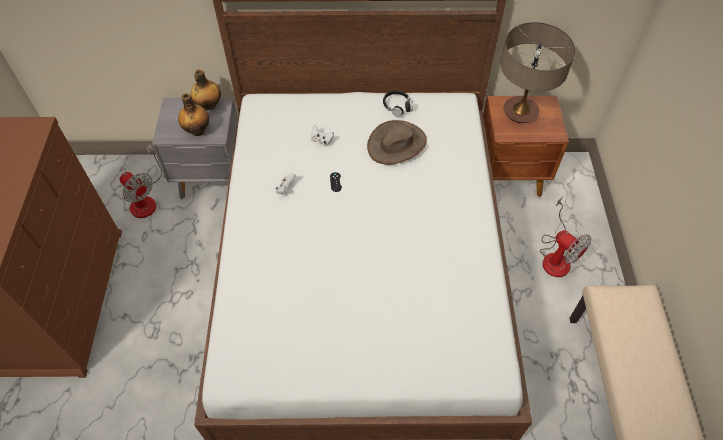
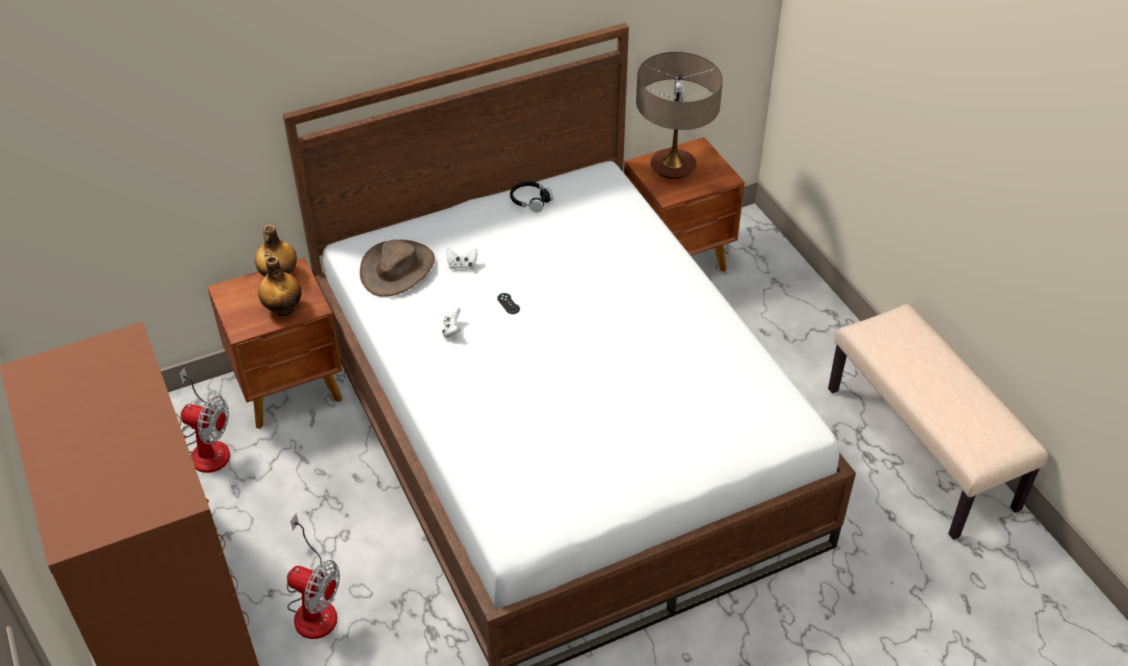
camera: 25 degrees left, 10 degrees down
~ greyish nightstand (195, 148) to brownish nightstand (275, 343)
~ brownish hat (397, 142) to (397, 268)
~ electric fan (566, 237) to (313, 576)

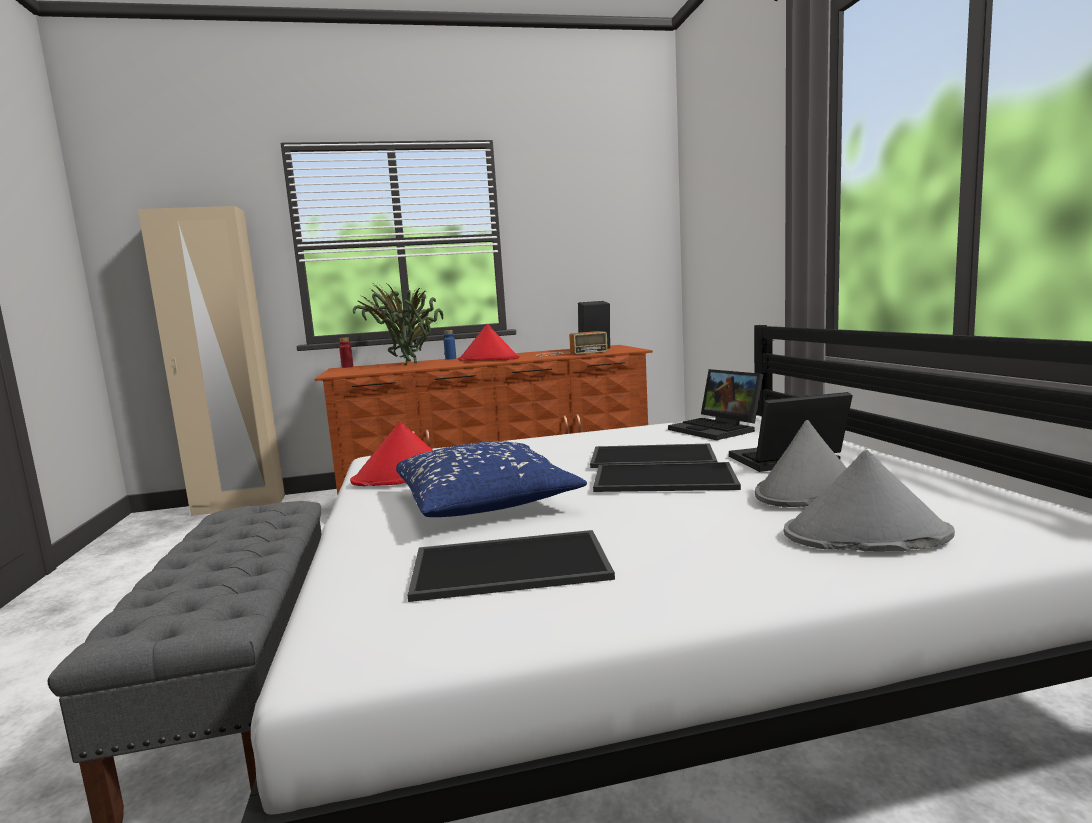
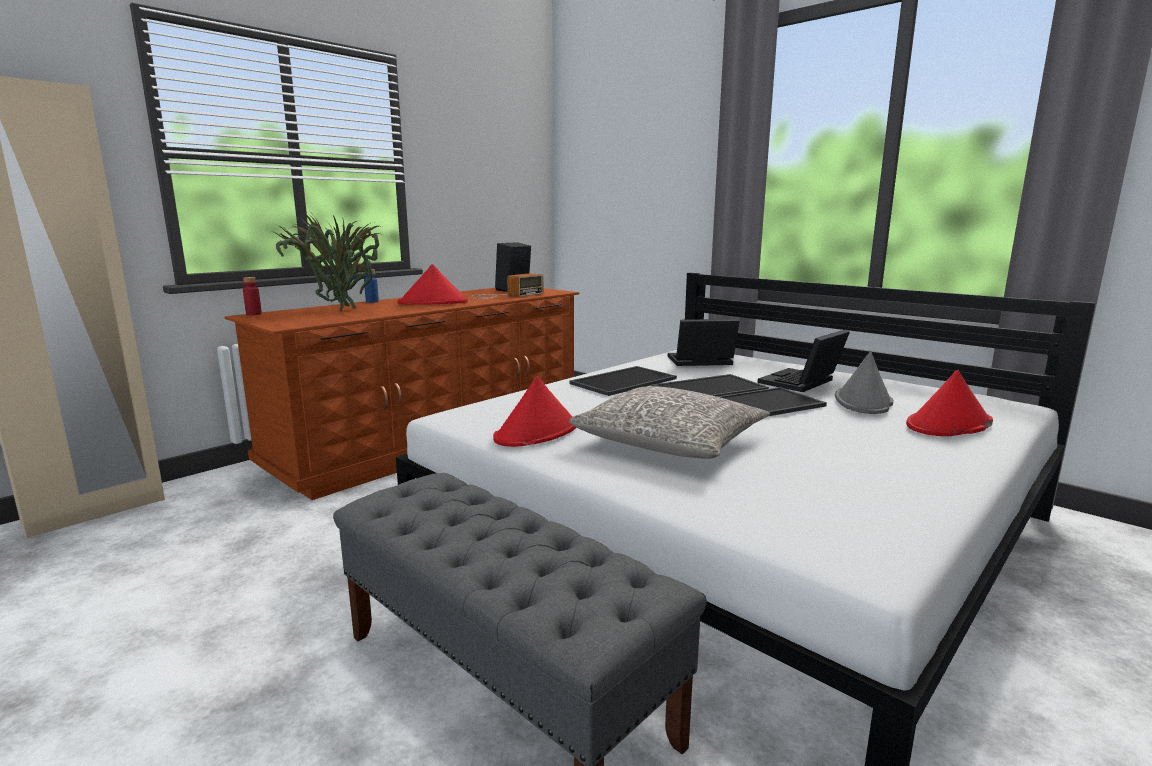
camera: 35 degrees left, 5 degrees up
~ blue cushion (491, 479) to greyish cushion (669, 422)
~ serving tray (511, 566) to (623, 381)
~ portable computer (716, 404) = (704, 342) 150 degrees clockwise
~ greyish hat (869, 501) to red hat (949, 403)

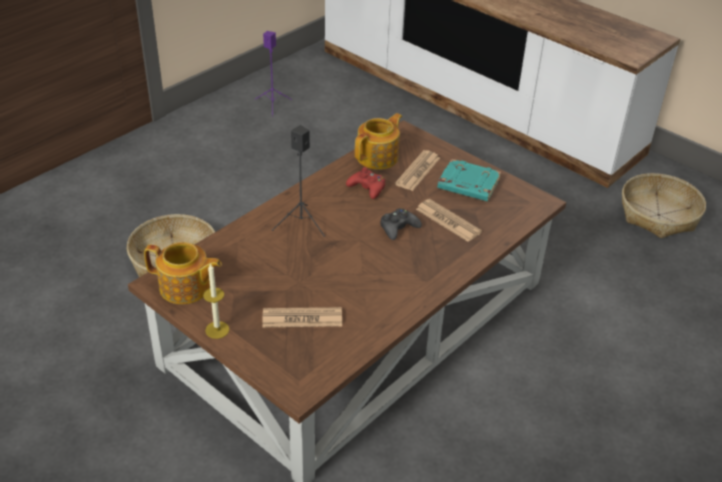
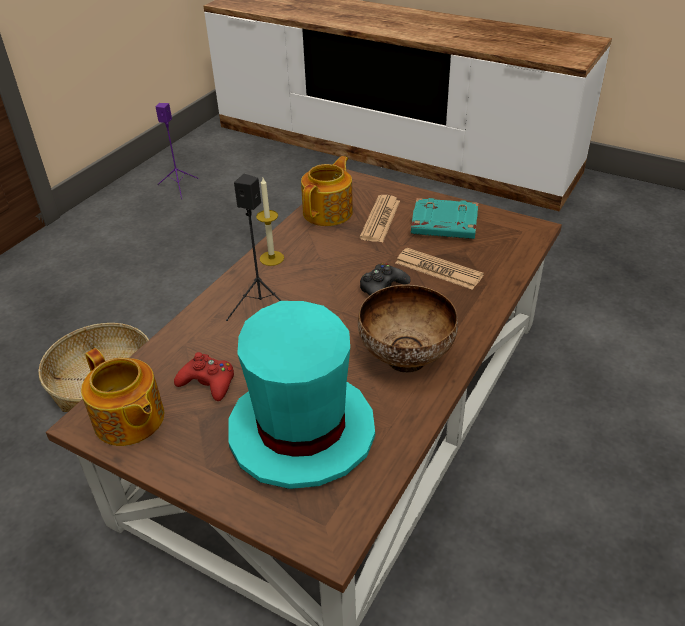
camera: 10 degrees left, 0 degrees up
~ pot for tea (183, 273) = (122, 397) 45 degrees clockwise
~ wax light (216, 301) to (270, 222)
~ daily paper (302, 317) to blue-green hat (302, 395)
~ red game controller (365, 183) to (204, 376)
- basket (664, 205)
+ deep dish (408, 329)

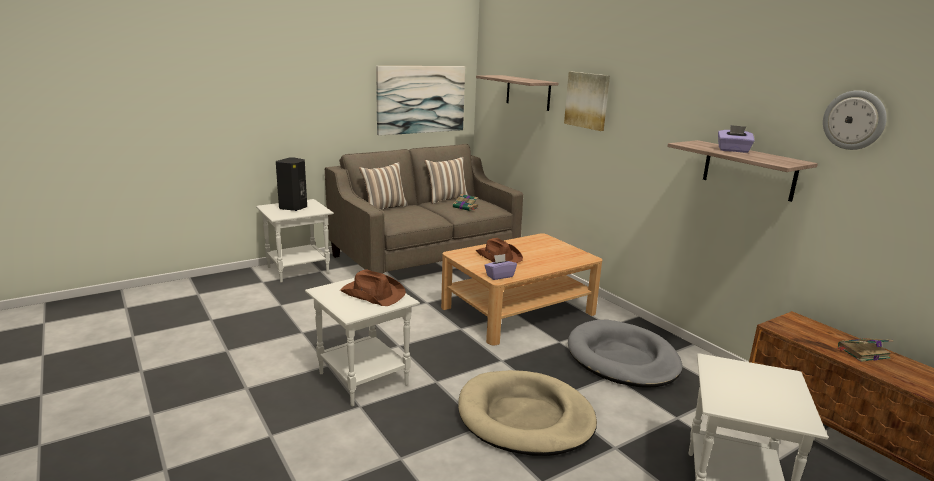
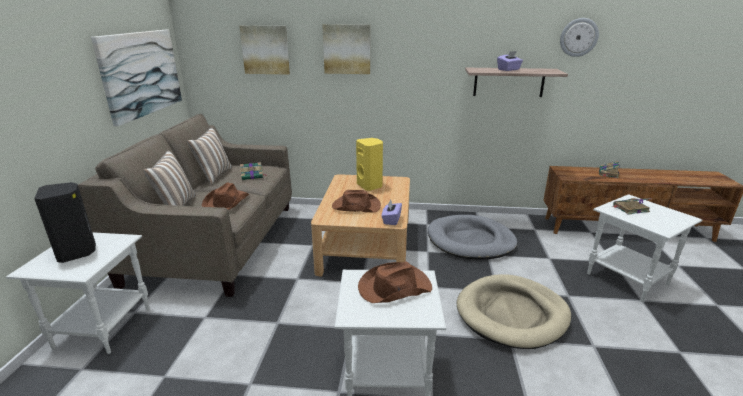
camera: 50 degrees left, 5 degrees up
~ wall shelf (517, 93) to wall art (264, 50)
+ brownish hat (225, 196)
+ yellowish audio speaker (369, 164)
+ bound book (632, 206)

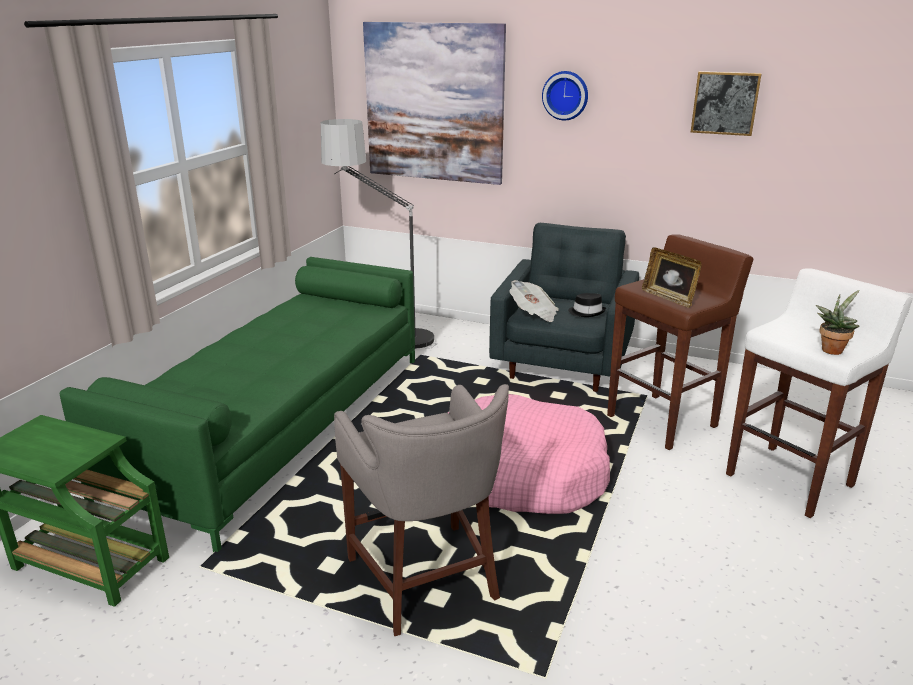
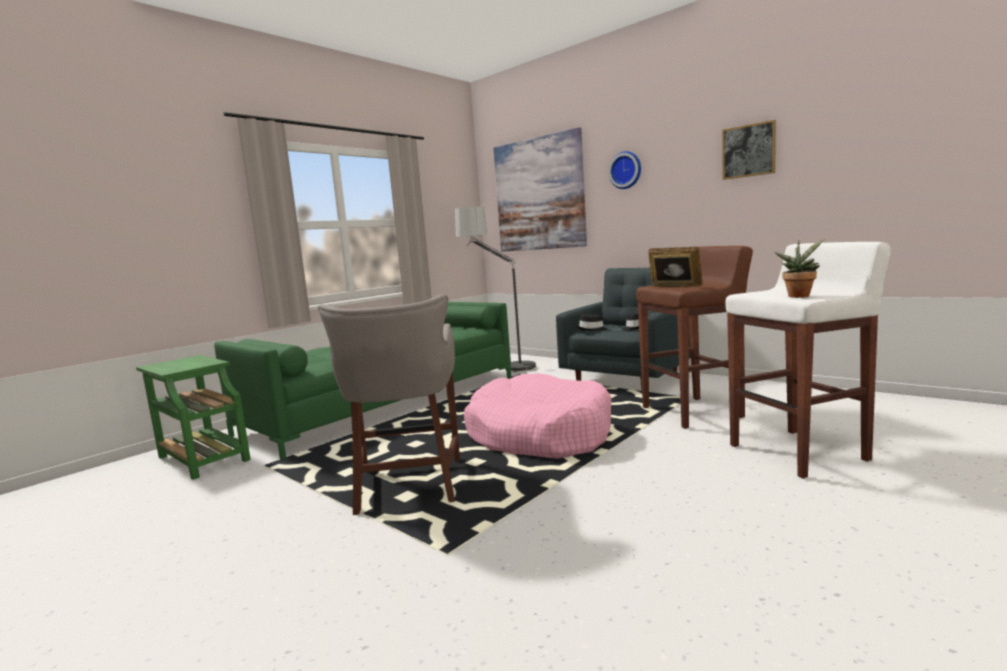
camera: 20 degrees right, 15 degrees down
~ daily paper (534, 301) to blackish hat (592, 322)
~ photo frame (672, 277) = (675, 266) 150 degrees clockwise

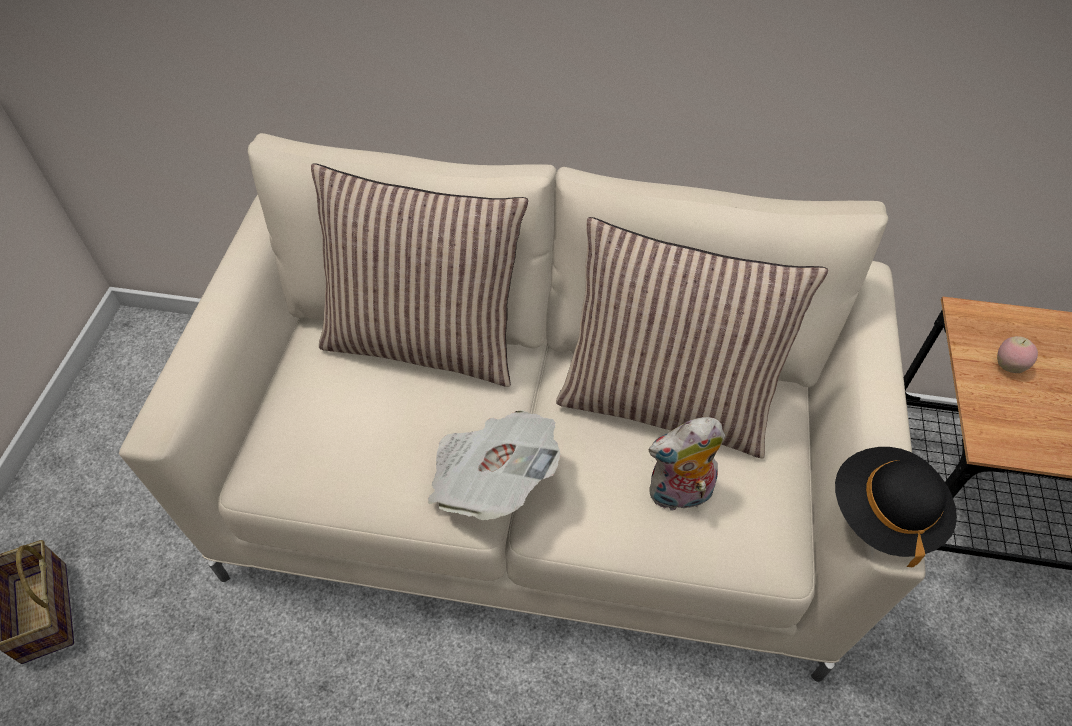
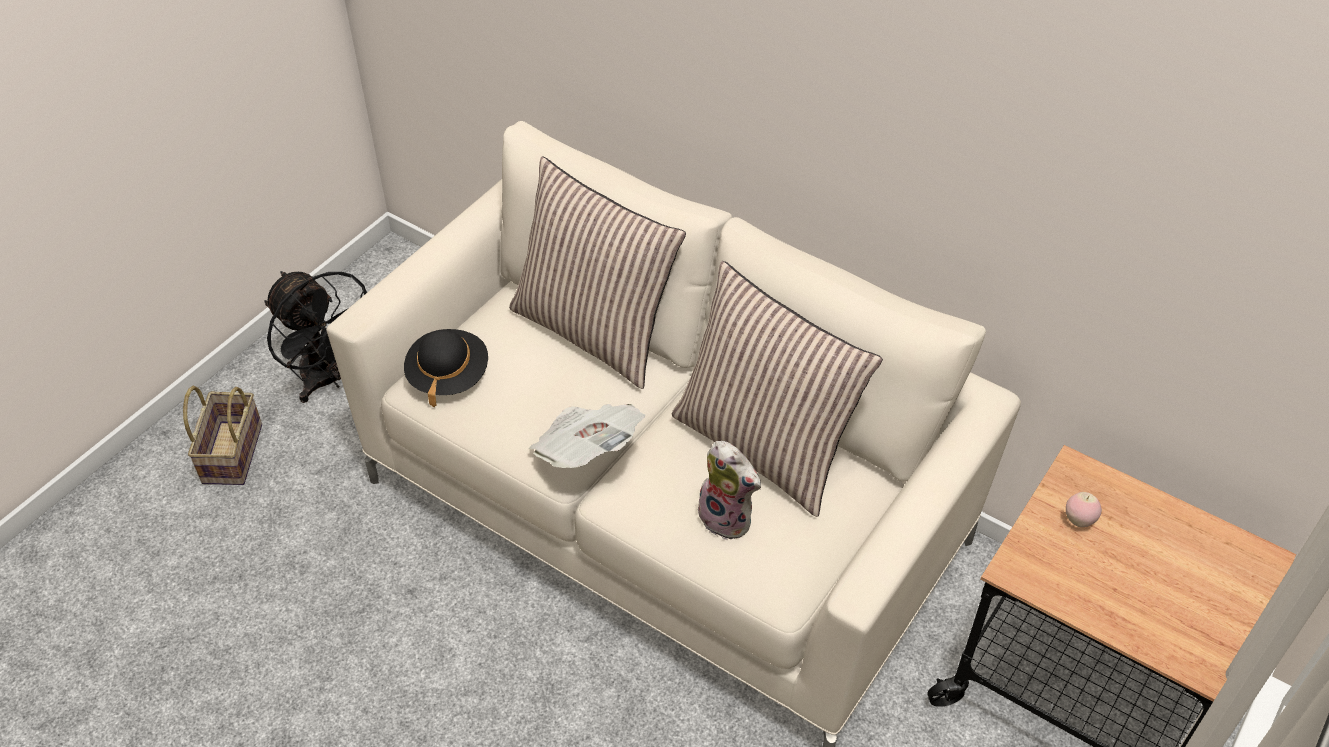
camera: 25 degrees right, 5 degrees down
~ soft toy (687, 464) = (729, 490) 150 degrees counterclockwise
~ blackish hat (896, 507) to (446, 368)
+ blackish electric fan (316, 337)

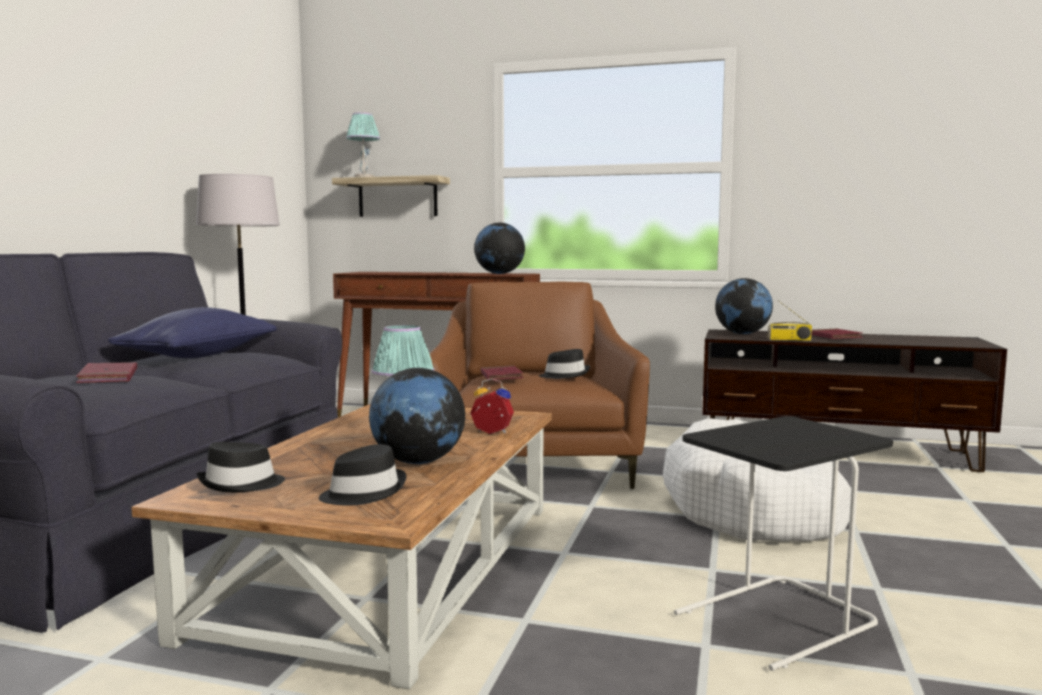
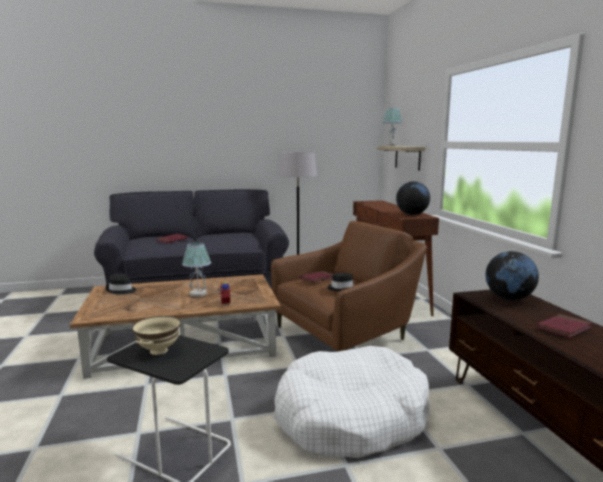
camera: 60 degrees right, 5 degrees up
- blue cushion (192, 332)
- blackish hat (362, 475)
- desk globe (417, 416)
- radio set (790, 320)
+ sand-coloured deep dish (156, 335)

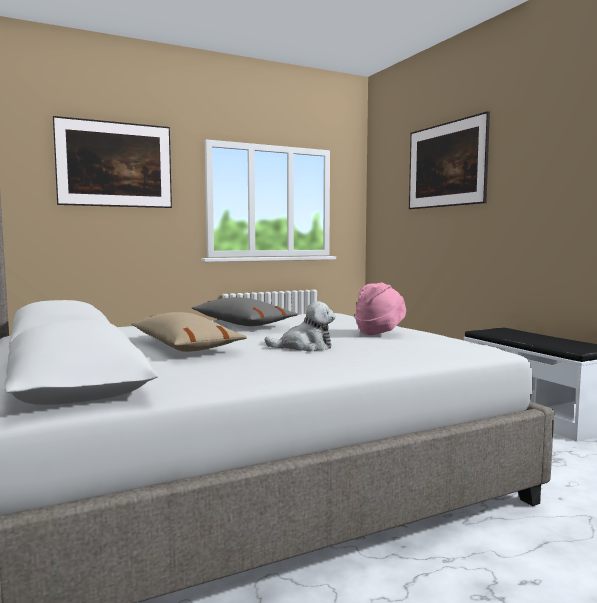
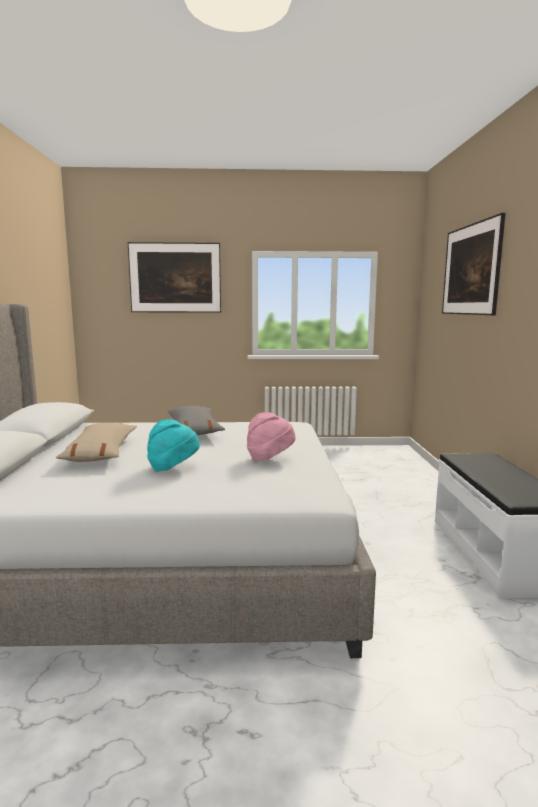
camera: 25 degrees right, 5 degrees up
~ soft toy (300, 326) to blue-green hat (173, 445)

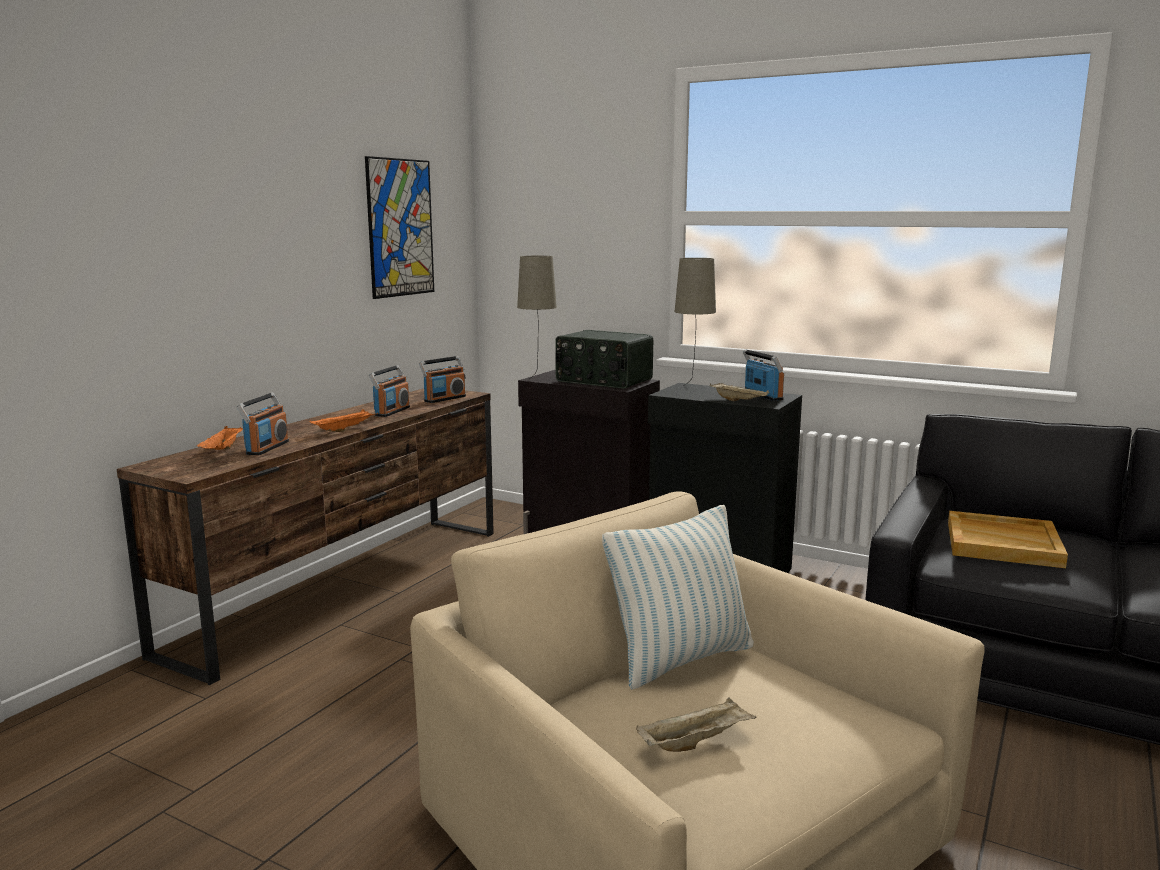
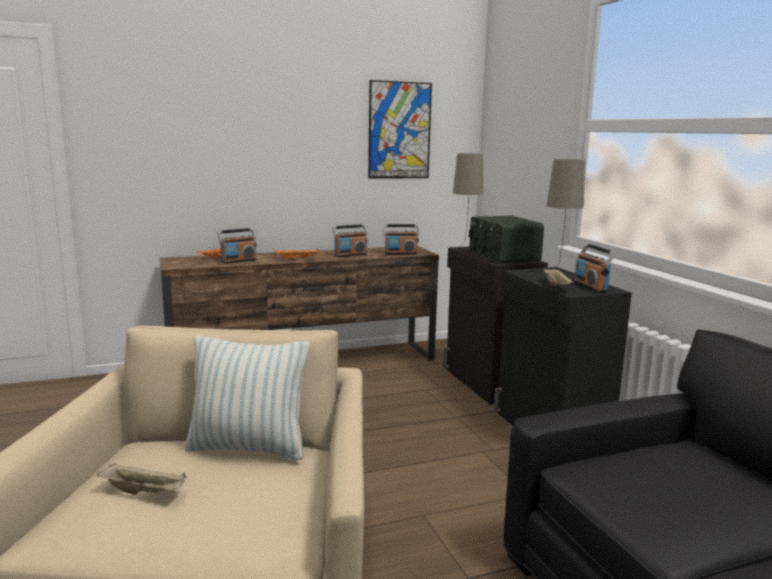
camera: 40 degrees right, 0 degrees up
~ radio set (763, 375) = (595, 267) 150 degrees clockwise
- sand-coloured serving tray (1008, 539)

